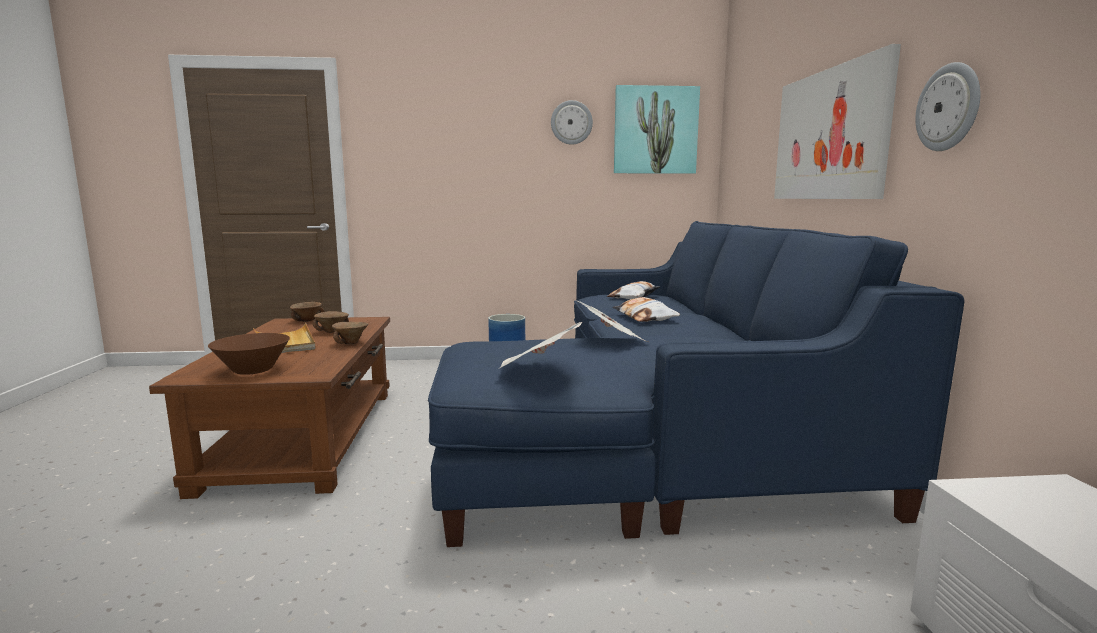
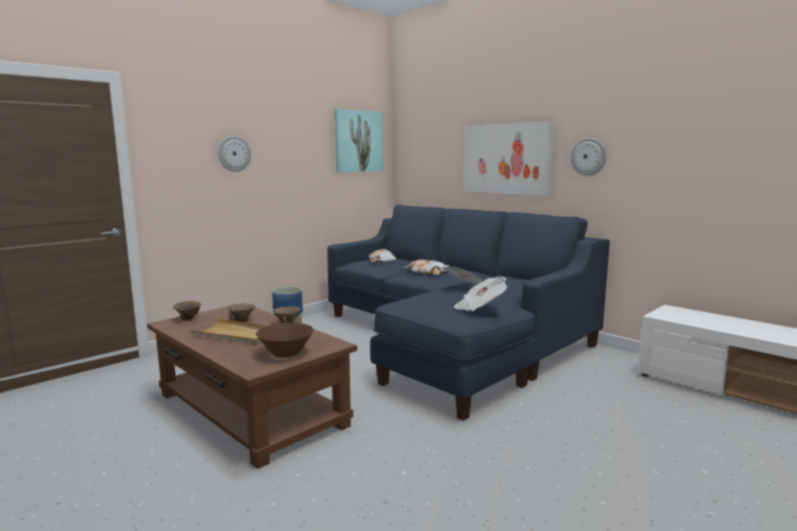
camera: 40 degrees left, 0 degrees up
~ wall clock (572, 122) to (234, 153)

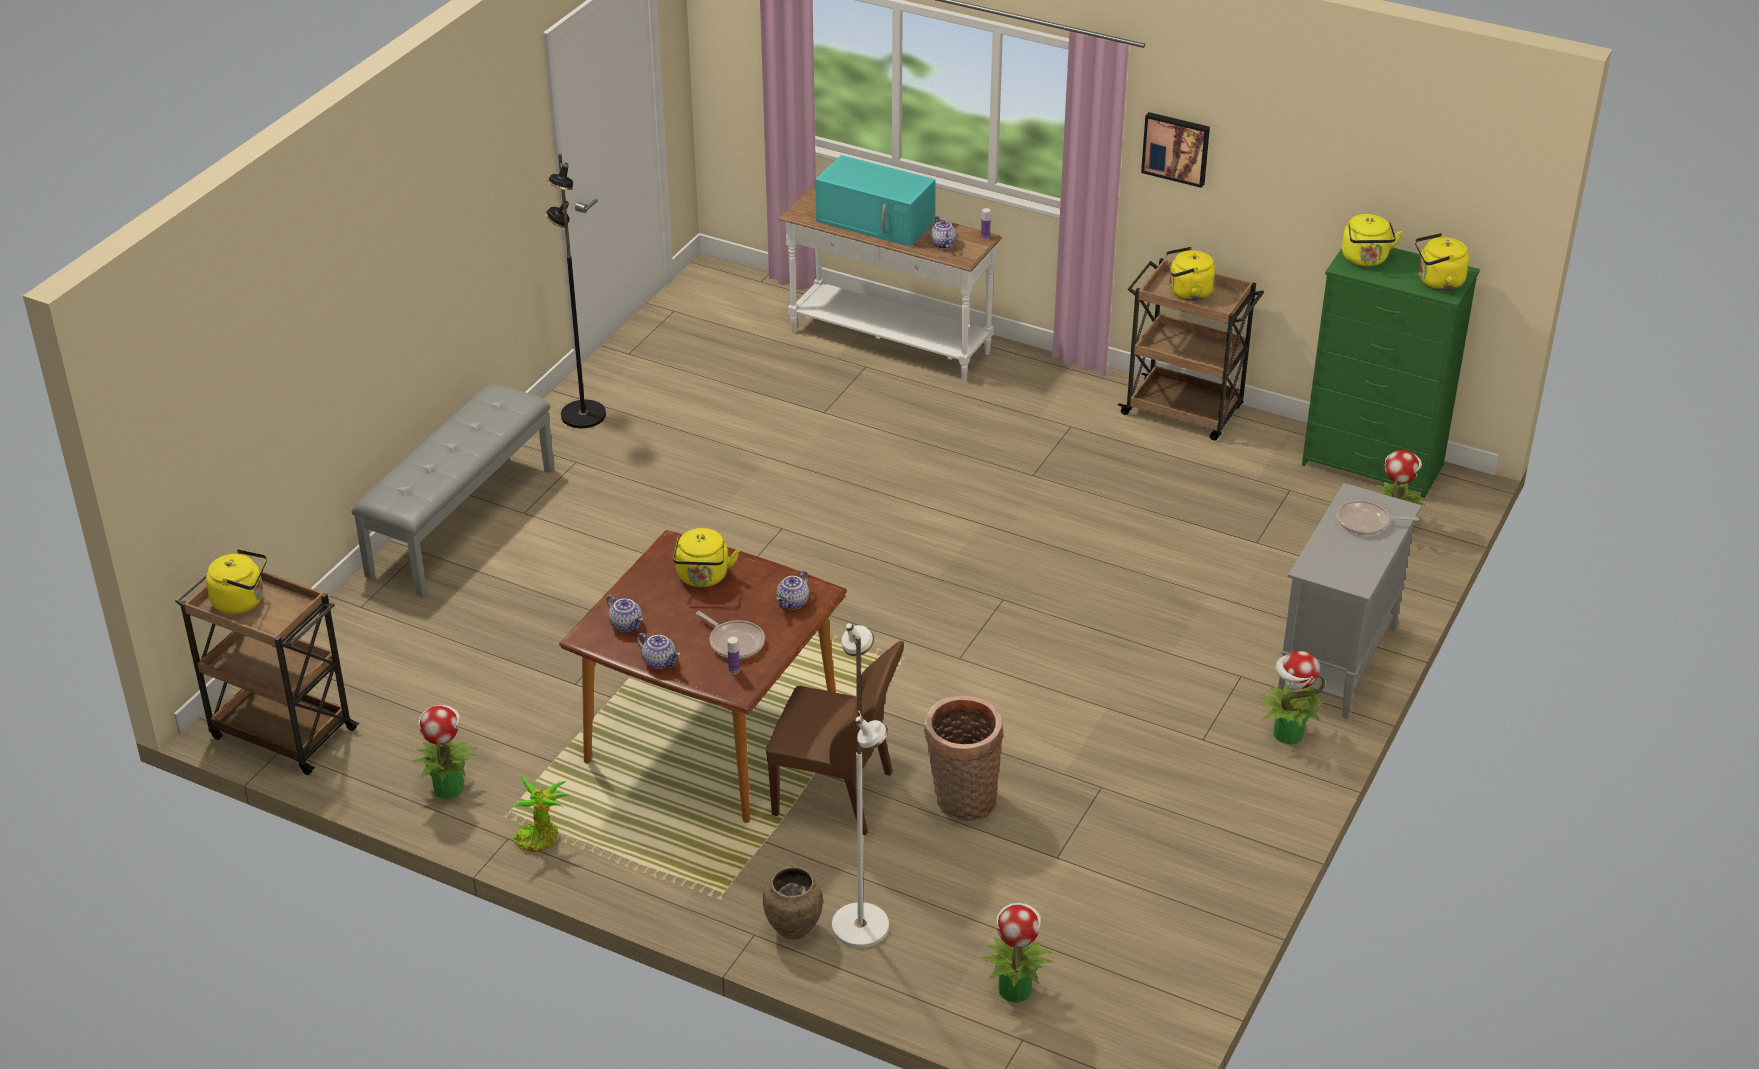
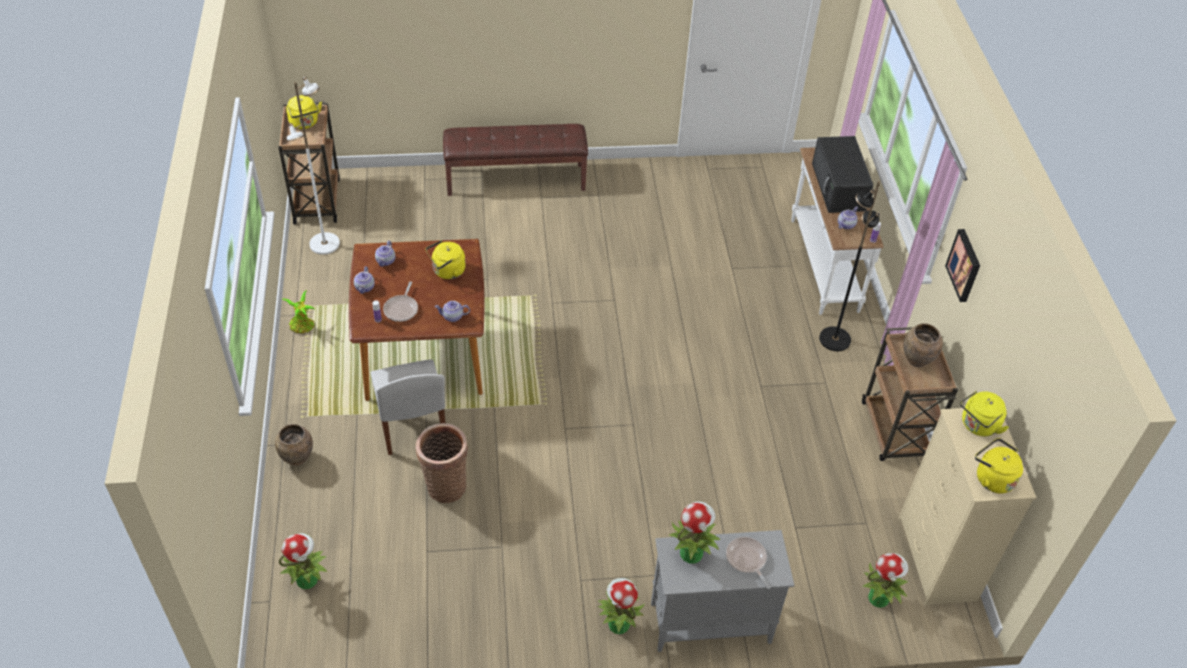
camera: 55 degrees right, 10 degrees up
~ greyish long seat (453, 490) to brownish long seat (515, 160)
~ plant in a pot (445, 752) to (694, 532)
~ blackish standard lamp (575, 290) to (849, 266)
~ brownish upright chair (835, 738) to white upright chair (408, 407)
~ blue-green microwave (875, 201) to blackish microwave (842, 174)
~ white standard lamp (860, 785) to (313, 166)
~ yellowish water kettle (1191, 273) to brownish flower vase (923, 345)
~ greenish dresser (1391, 374) to sand-coloured dresser (967, 506)

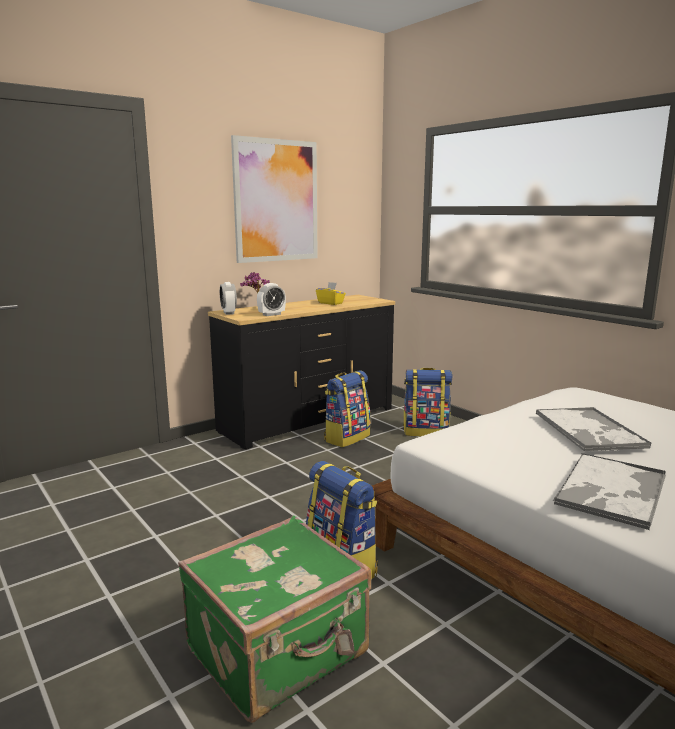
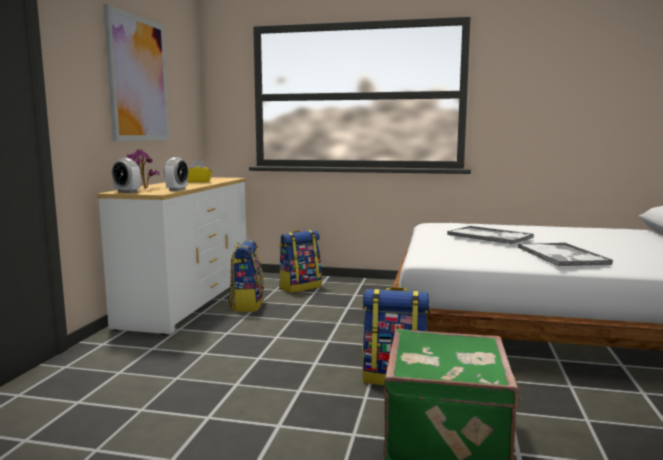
camera: 40 degrees left, 5 degrees down
~ blackish dresser (301, 372) to white dresser (171, 256)

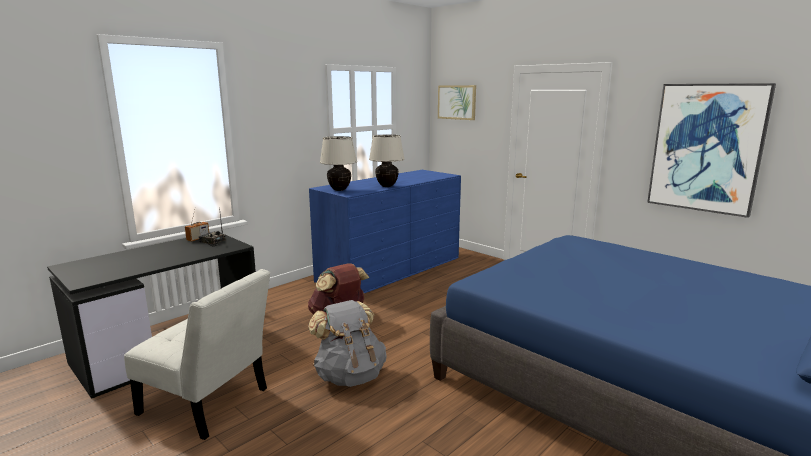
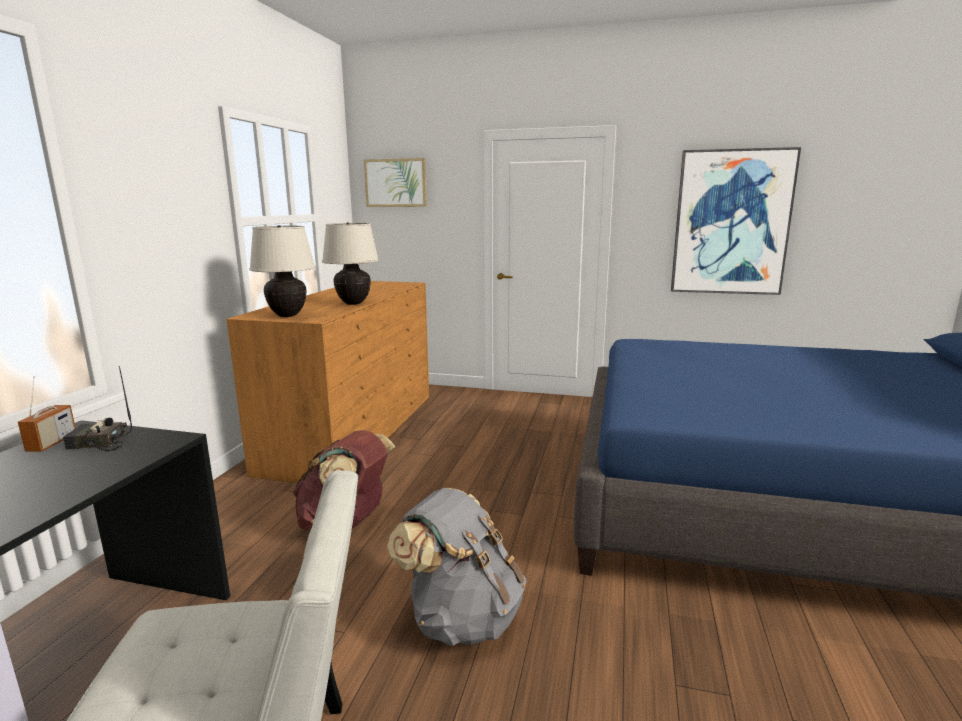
camera: 30 degrees left, 0 degrees up
~ blue dresser (385, 232) to brownish dresser (328, 382)

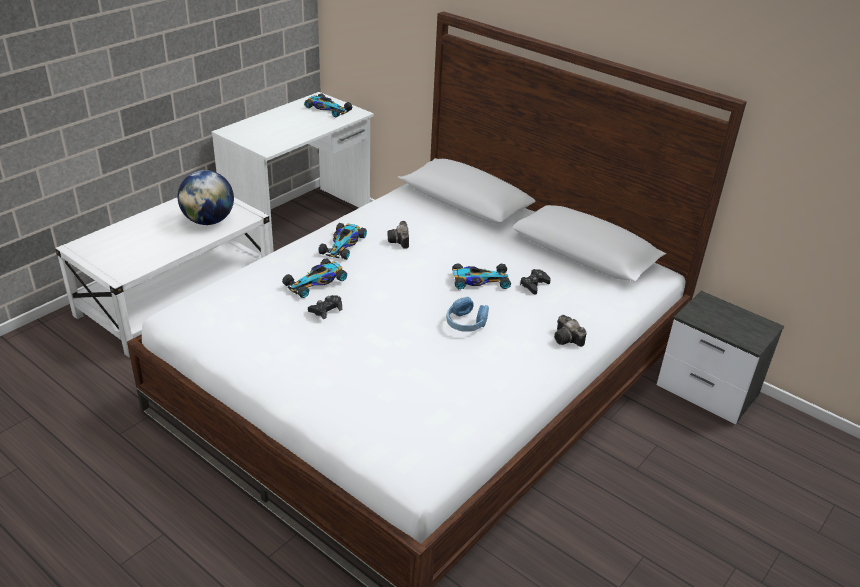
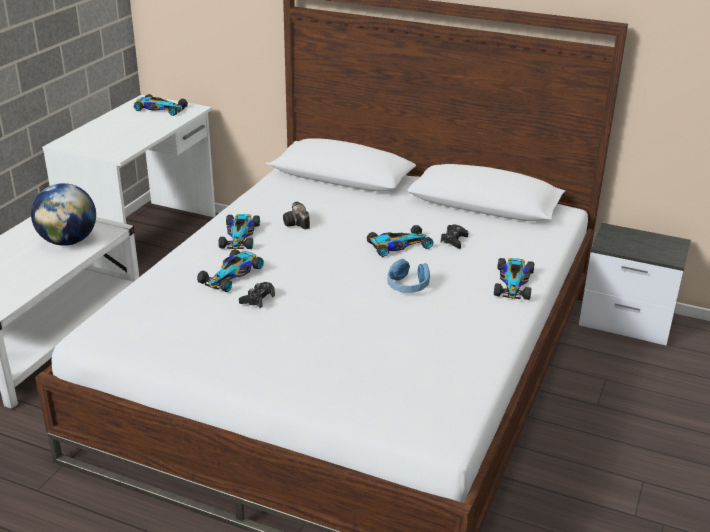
camera: 15 degrees left, 5 degrees down
~ photo camera (570, 331) to model car (514, 279)

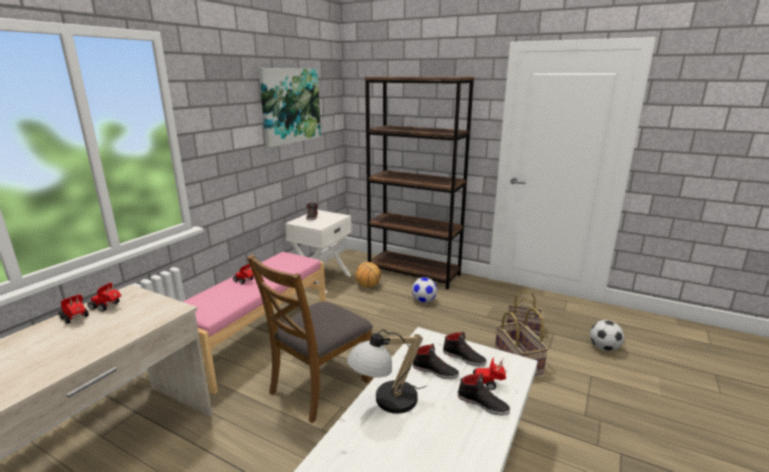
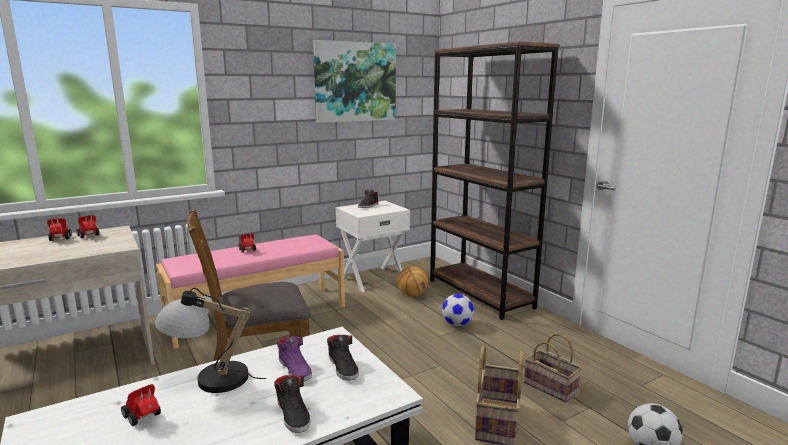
camera: 30 degrees right, 5 degrees down
~ blackish shoe (435, 361) to purple shoe (294, 358)
~ model car (490, 374) to (141, 405)

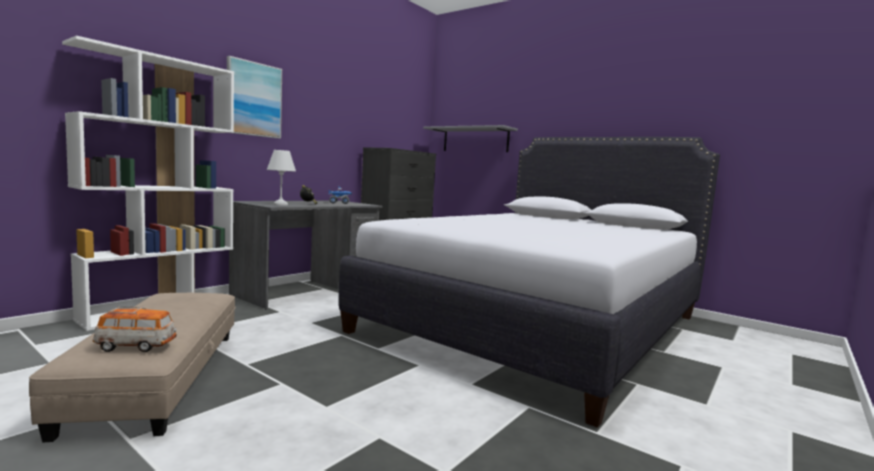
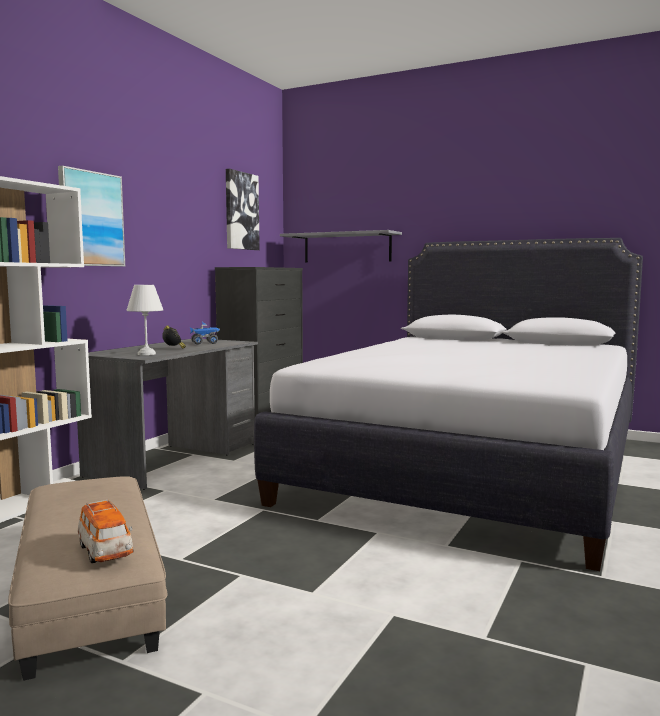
camera: 10 degrees left, 0 degrees up
~ model car (134, 329) = (105, 531) 75 degrees clockwise
+ wall art (243, 209)

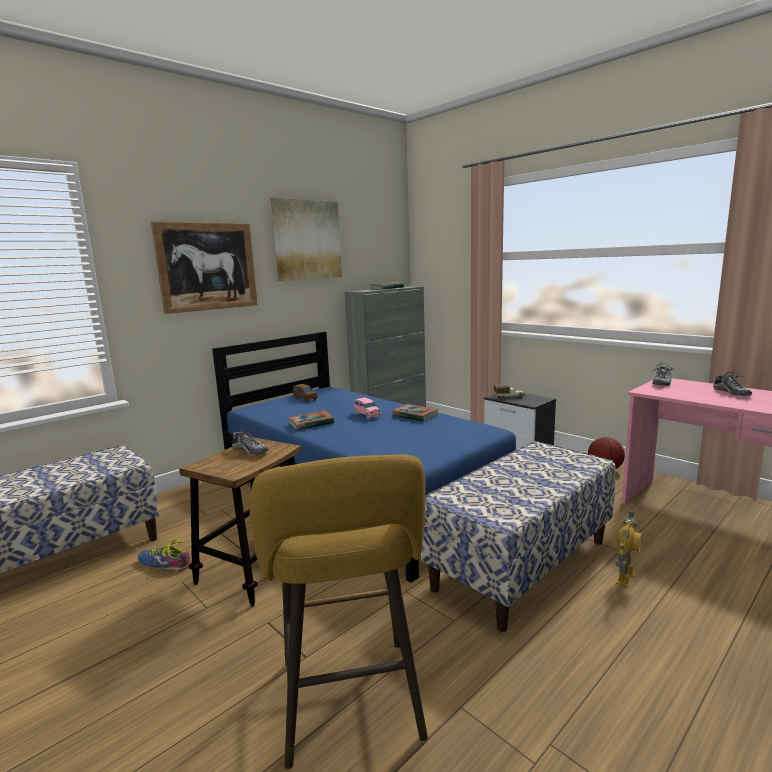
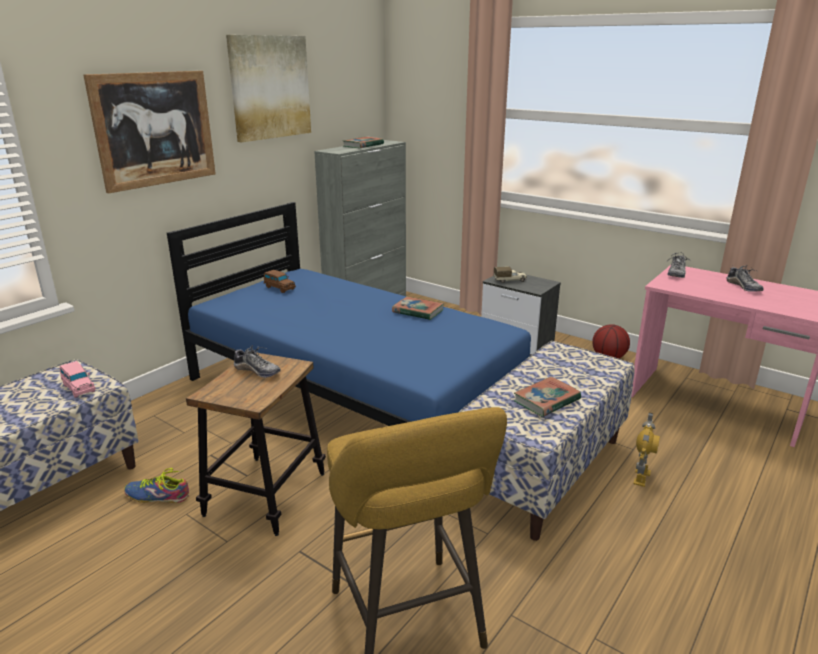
camera: 10 degrees left, 10 degrees up
~ bound book (311, 420) to (547, 397)
~ pink-coloured model car (367, 408) to (78, 379)

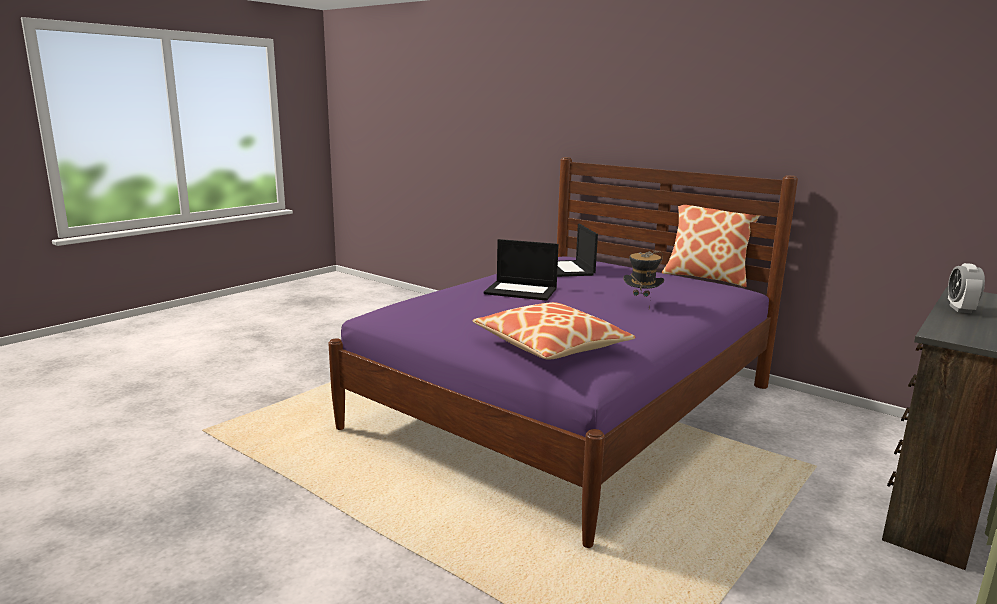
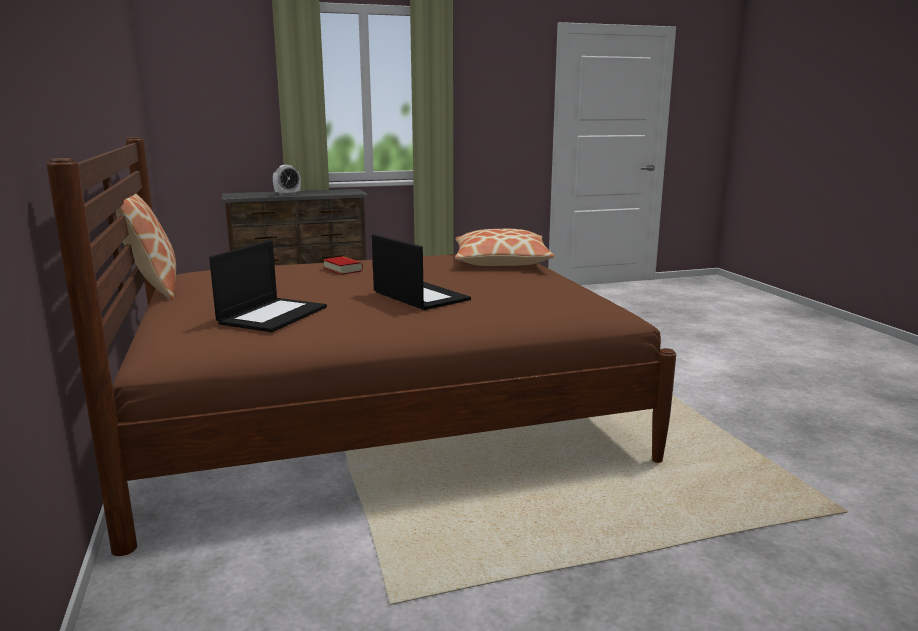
camera: 145 degrees left, 0 degrees up
~ purple sleeping bed (563, 352) to brownish sleeping bed (361, 346)
~ hat (643, 279) to bound book (343, 265)

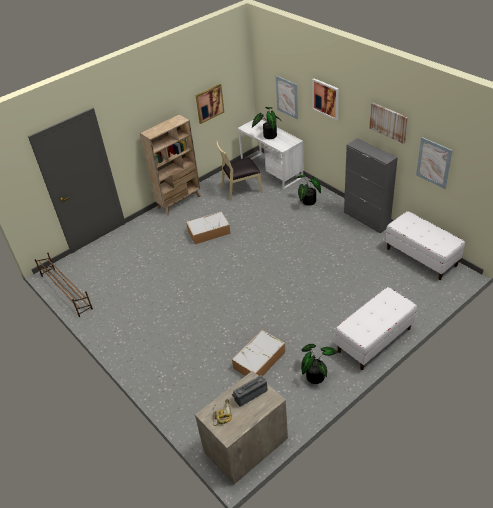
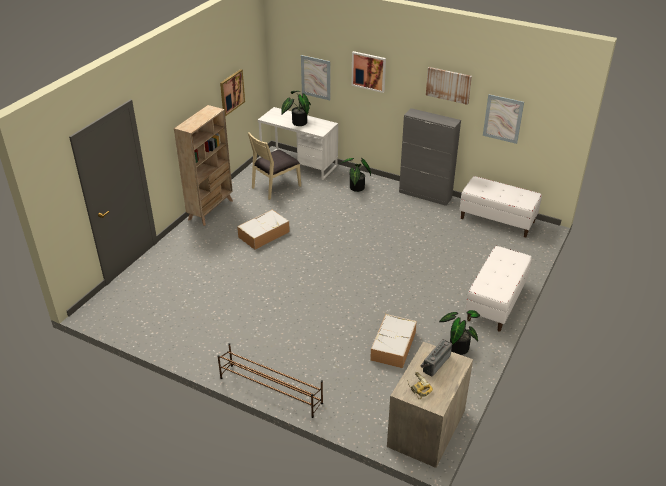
camera: 25 degrees left, 5 degrees down
~ brownish shoe stand (64, 285) to (270, 380)

